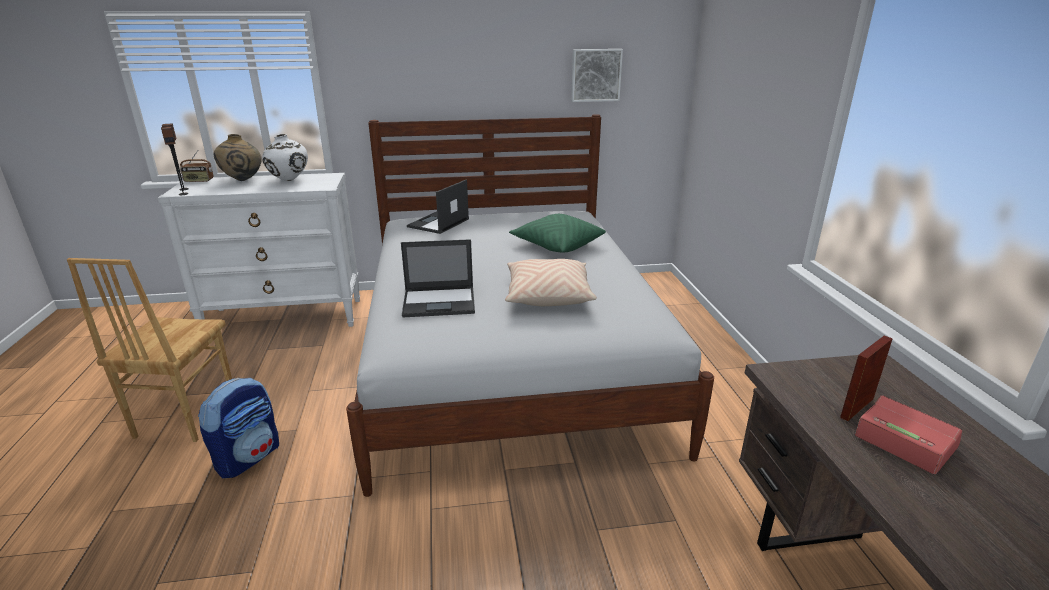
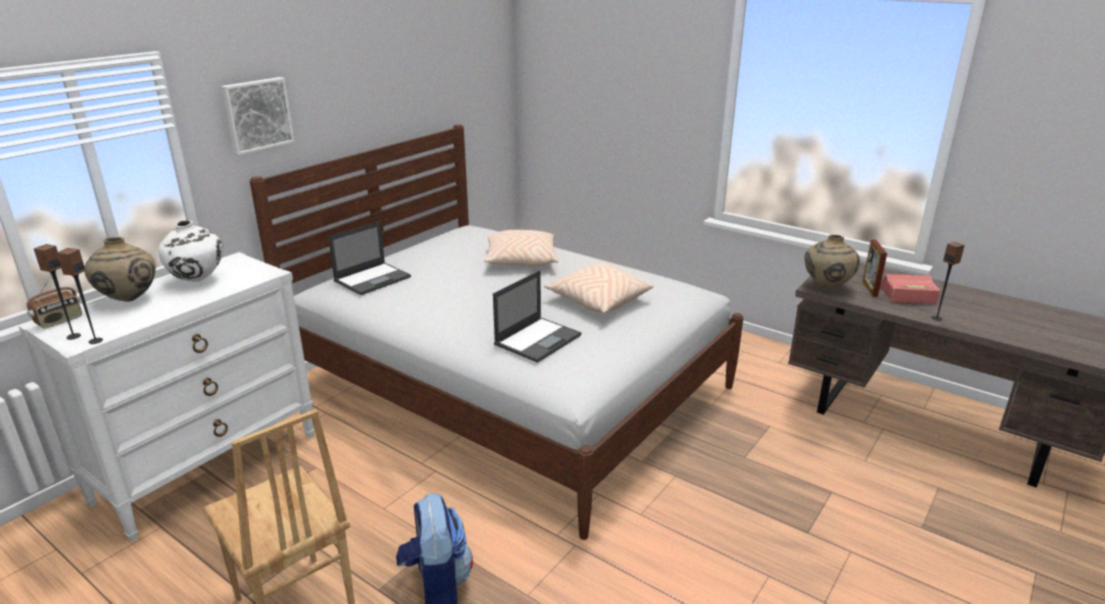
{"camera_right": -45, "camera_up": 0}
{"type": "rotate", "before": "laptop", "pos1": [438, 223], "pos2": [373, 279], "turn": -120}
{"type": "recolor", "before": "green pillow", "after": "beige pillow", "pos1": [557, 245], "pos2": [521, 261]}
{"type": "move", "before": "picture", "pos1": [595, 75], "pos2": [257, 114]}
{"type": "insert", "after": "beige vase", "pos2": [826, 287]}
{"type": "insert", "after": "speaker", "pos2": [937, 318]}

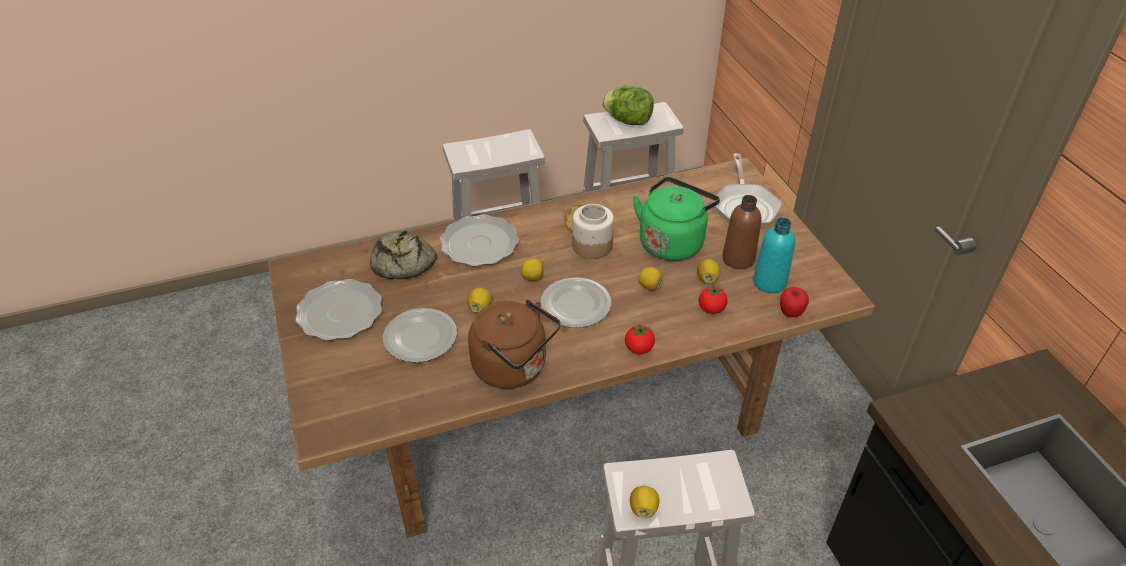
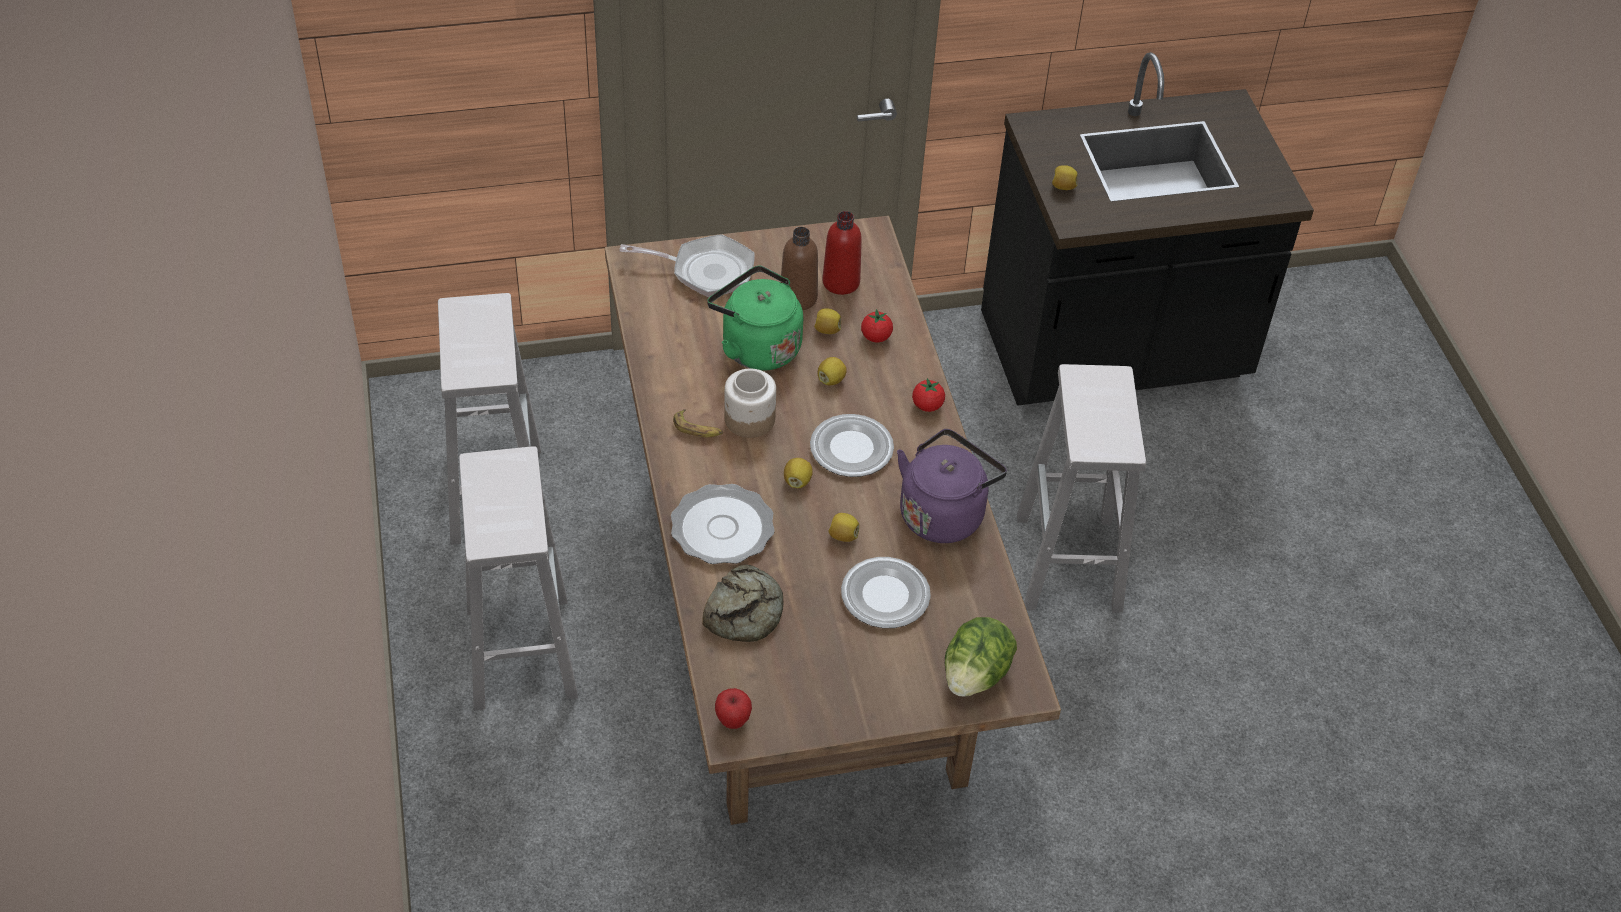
{"camera_right": -85, "camera_up": 5}
{"type": "delete", "before": "plate", "pos1": [339, 312]}
{"type": "recolor", "before": "brown kettle", "after": "purple kettle", "pos1": [514, 368], "pos2": [944, 513]}
{"type": "move", "before": "lettuce", "pos1": [628, 121], "pos2": [975, 675]}
{"type": "move", "before": "lemon", "pos1": [643, 508], "pos2": [1063, 187]}
{"type": "recolor", "before": "turquoise bottle", "after": "red bottle", "pos1": [769, 282], "pos2": [841, 282]}
{"type": "move", "before": "apple", "pos1": [790, 313], "pos2": [733, 720]}

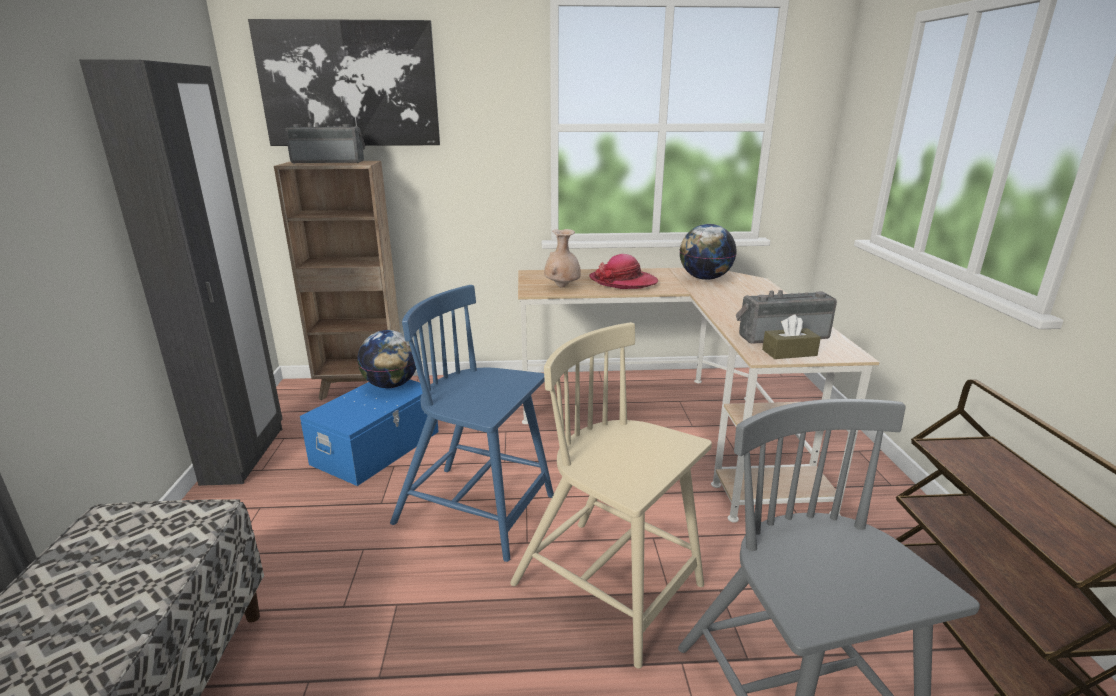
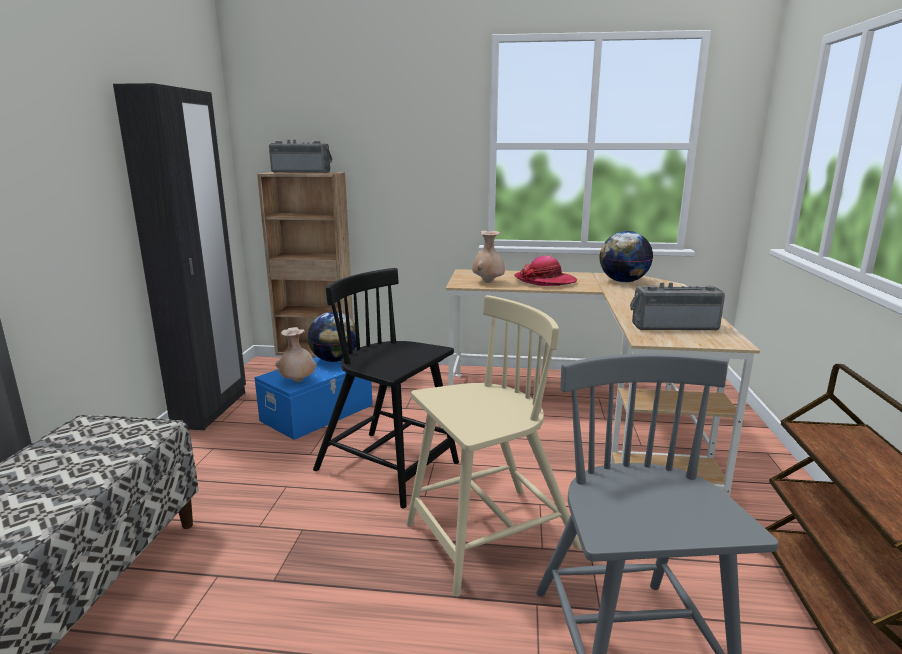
{"camera_right": 10, "camera_up": -5}
{"type": "delete", "before": "picture", "pos1": [349, 85]}
{"type": "recolor", "before": "blue chair", "after": "black chair", "pos1": [477, 511], "pos2": [389, 468]}
{"type": "rotate", "before": "beige chair", "pos1": [610, 587], "pos2": [488, 538], "turn": 105}
{"type": "delete", "before": "brown tissue box", "pos1": [789, 352]}
{"type": "insert", "after": "beige vase", "pos2": [298, 381]}

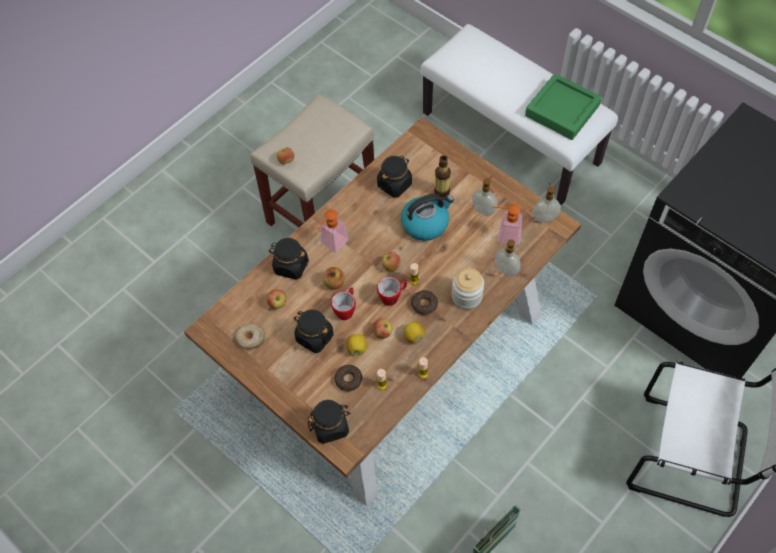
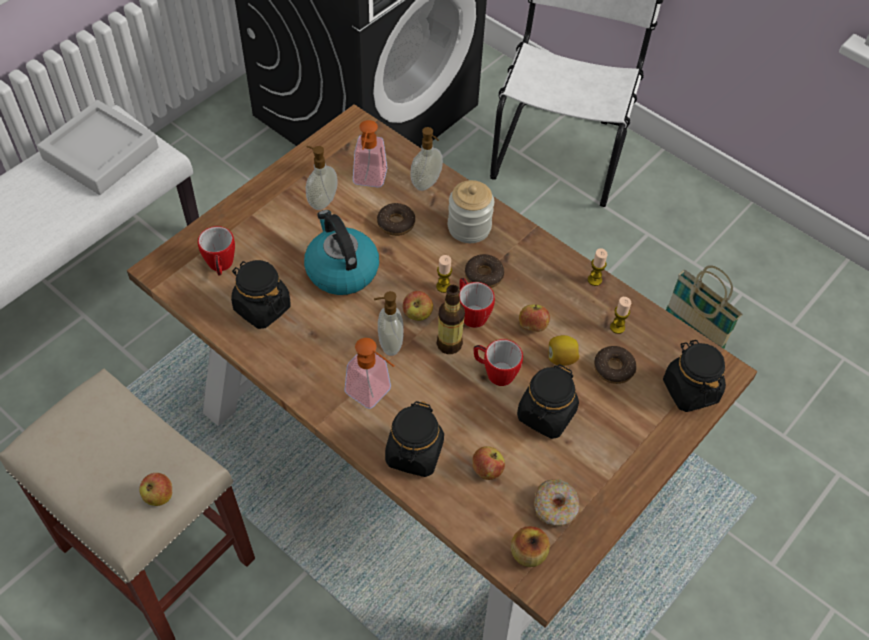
{"camera_right": -95, "camera_up": -5}
{"type": "move", "before": "apple", "pos1": [334, 283], "pos2": [528, 553]}
{"type": "delete", "before": "lemon", "pos1": [414, 336]}
{"type": "move", "before": "bottle", "pos1": [441, 192], "pos2": [449, 344]}
{"type": "recolor", "before": "green tray", "after": "grey tray", "pos1": [562, 110], "pos2": [101, 153]}
{"type": "move", "before": "soap dispenser", "pos1": [544, 217], "pos2": [389, 344]}
{"type": "insert", "after": "mug", "pos2": [220, 266]}
{"type": "insert", "after": "donut", "pos2": [396, 223]}

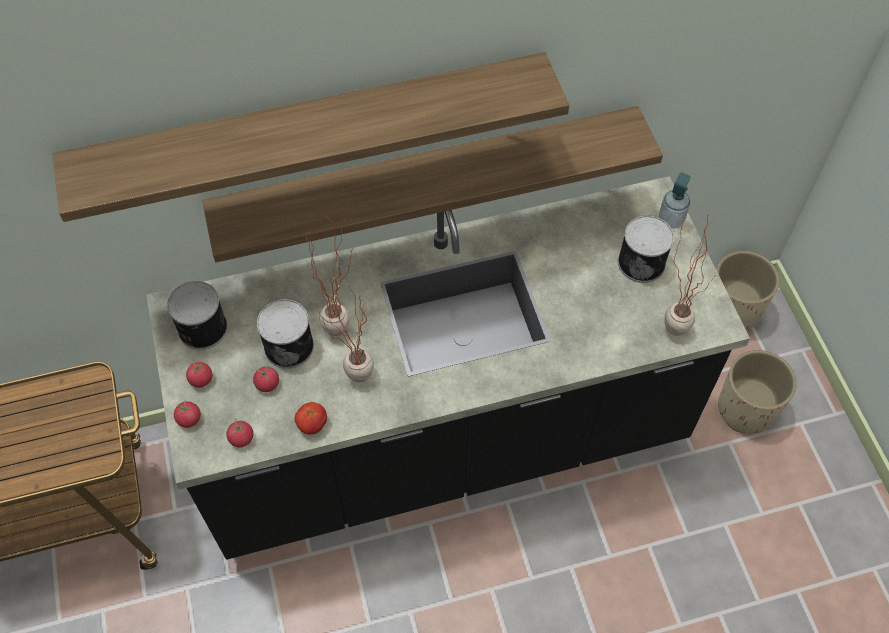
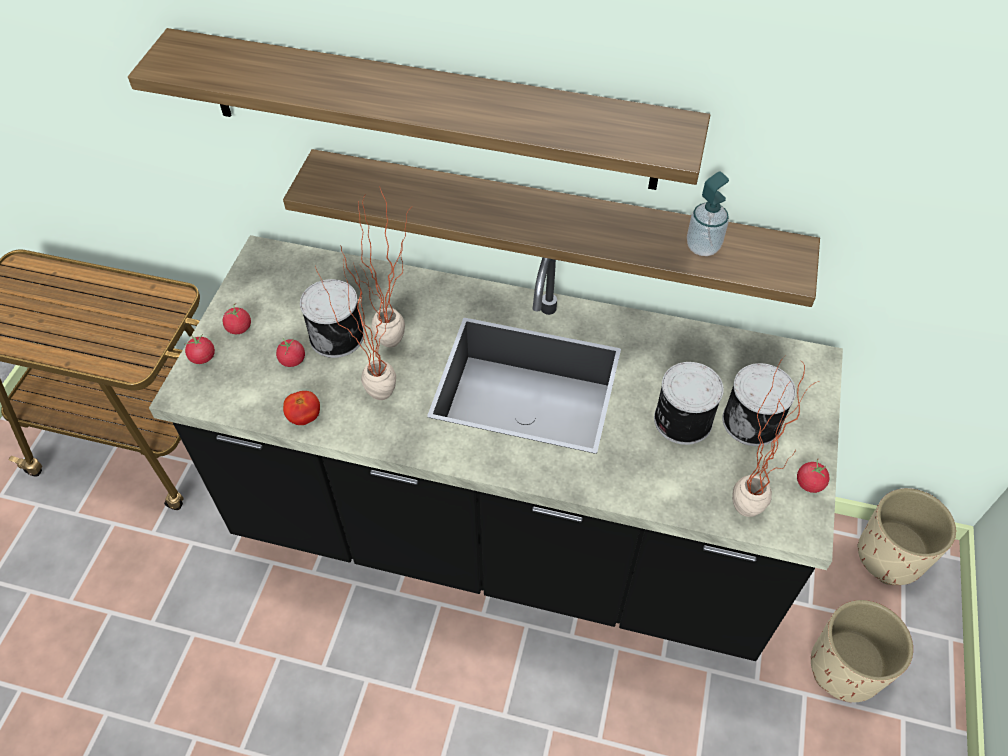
{"camera_right": 30, "camera_up": -5}
{"type": "move", "before": "can", "pos1": [201, 328], "pos2": [681, 420]}
{"type": "move", "before": "tomato", "pos1": [241, 438], "pos2": [809, 483]}
{"type": "move", "before": "soap dispenser", "pos1": [670, 220], "pos2": [703, 246]}

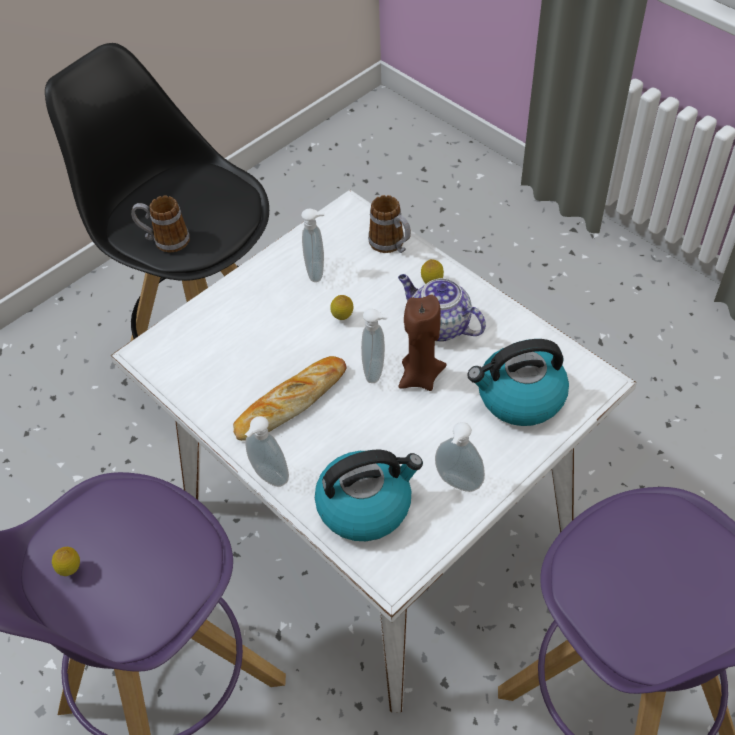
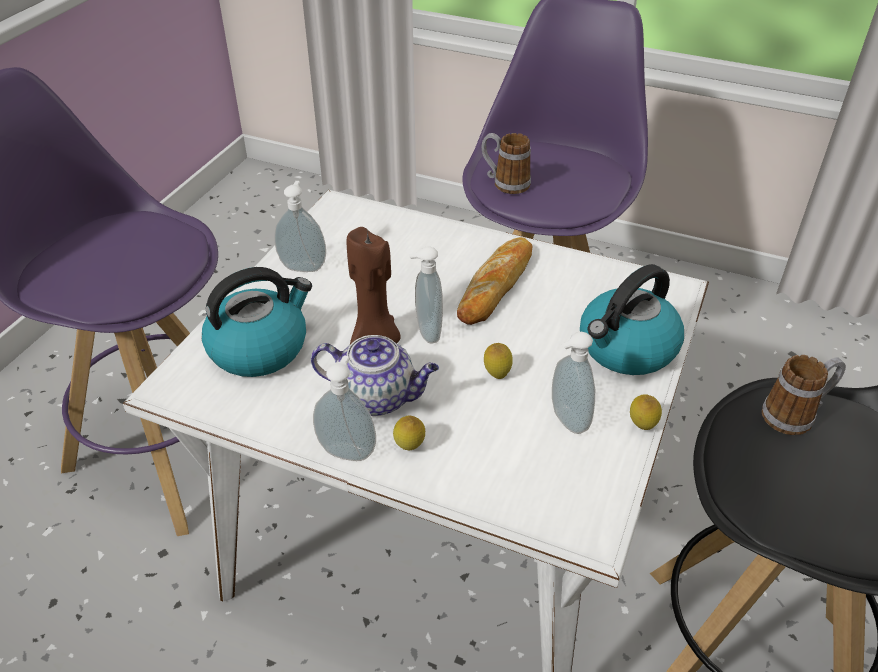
{"camera_right": 155, "camera_up": -10}
{"type": "move", "before": "lemon", "pos1": [71, 570], "pos2": [642, 426]}
{"type": "move", "before": "soap dispenser", "pos1": [268, 477], "pos2": [348, 450]}
{"type": "move", "before": "kettle", "pos1": [366, 505], "pos2": [626, 349]}
{"type": "move", "before": "mug", "pos1": [391, 245], "pos2": [505, 183]}

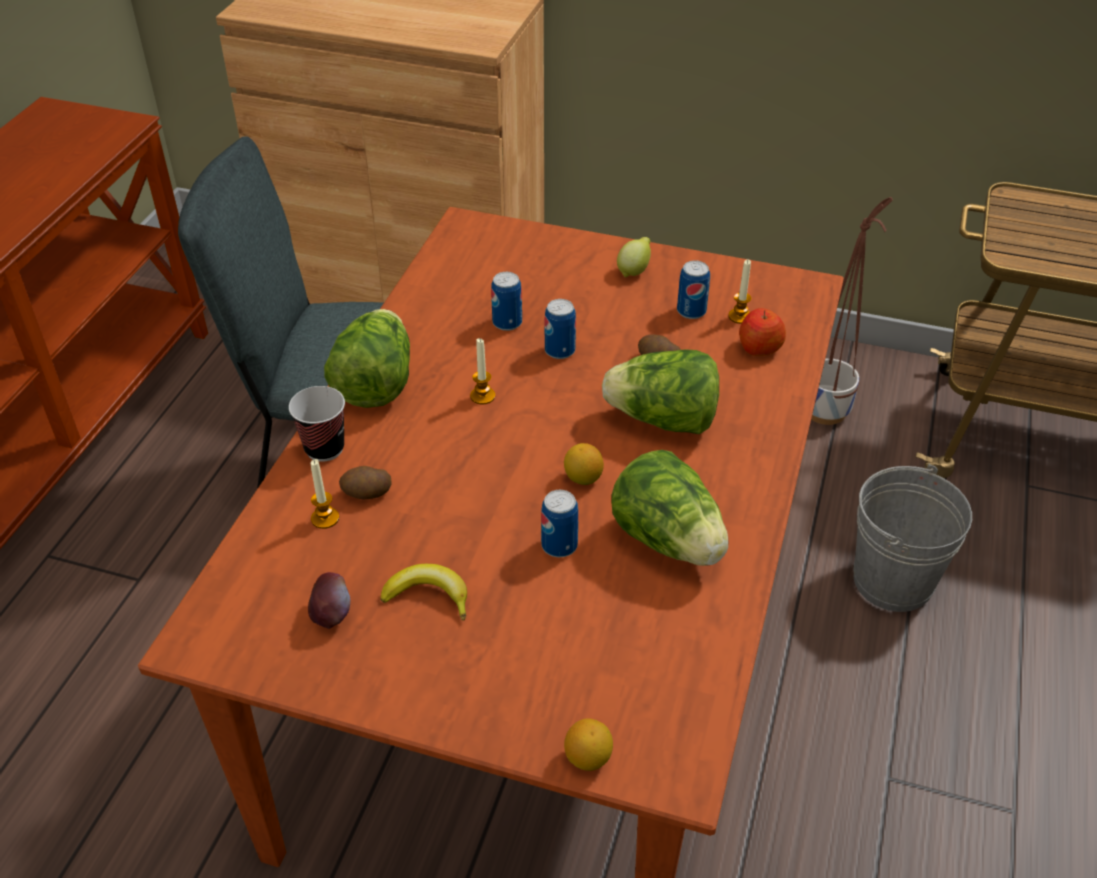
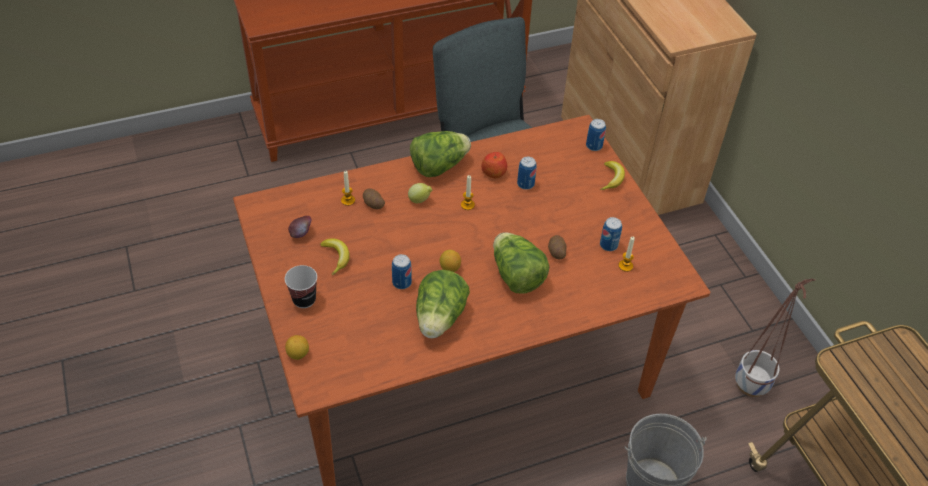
{"camera_right": 50, "camera_up": 5}
{"type": "move", "before": "cup", "pos1": [324, 448], "pos2": [304, 299]}
{"type": "move", "before": "can", "pos1": [560, 350], "pos2": [594, 146]}
{"type": "move", "before": "lemon", "pos1": [634, 271], "pos2": [420, 200]}
{"type": "move", "before": "apple", "pos1": [759, 347], "pos2": [494, 173]}
{"type": "insert", "after": "banana", "pos2": [612, 178]}

